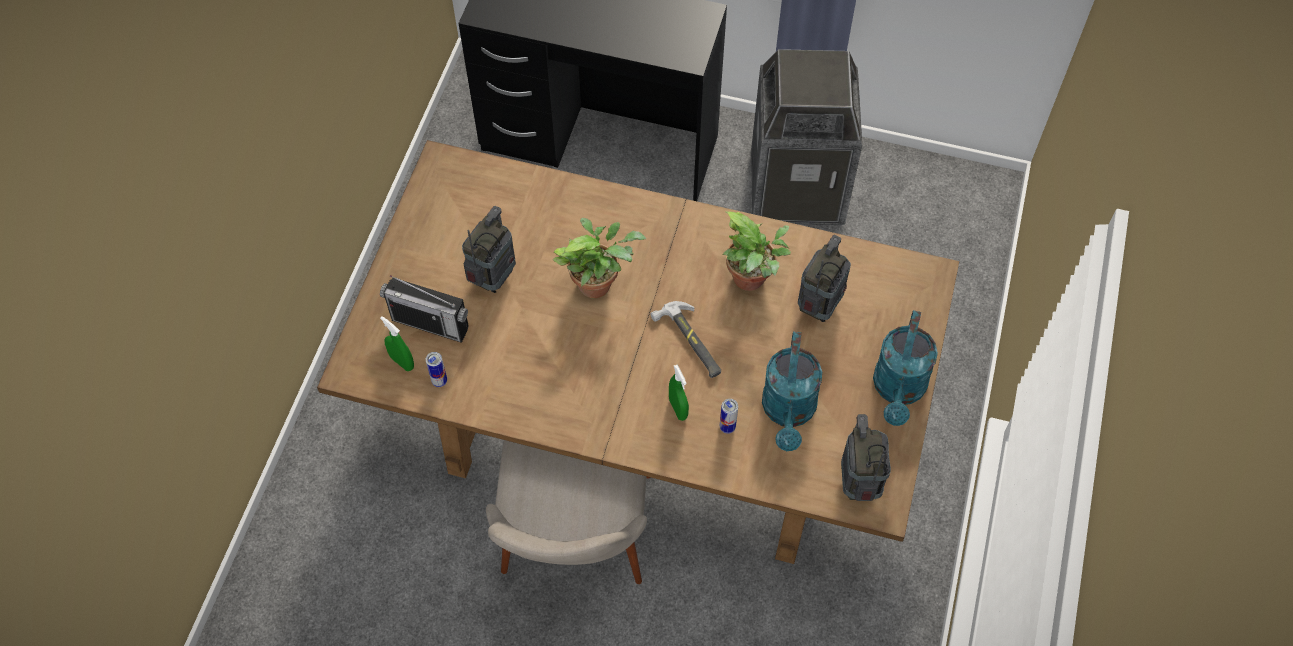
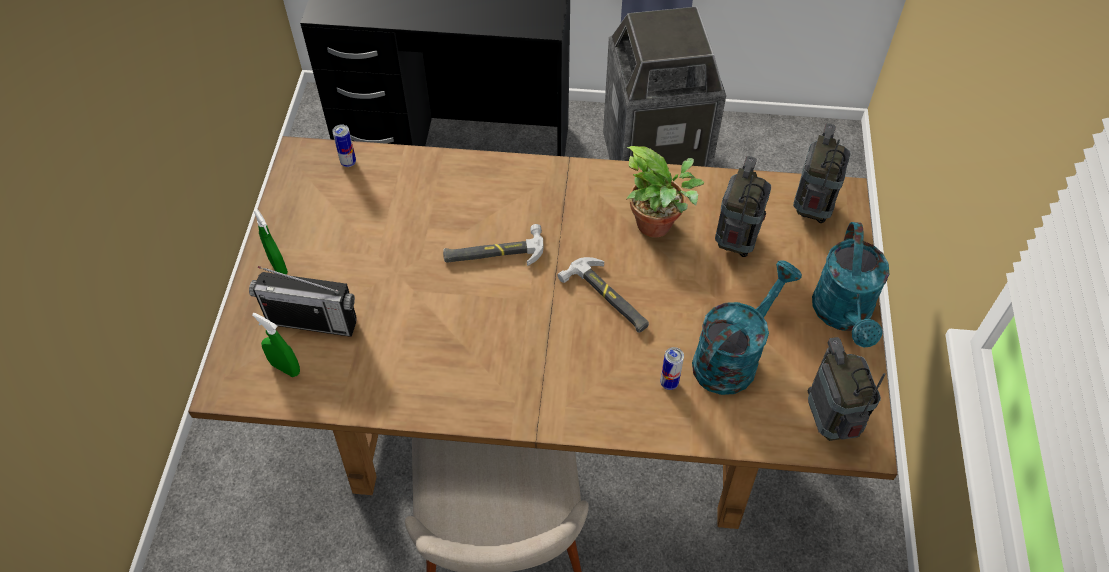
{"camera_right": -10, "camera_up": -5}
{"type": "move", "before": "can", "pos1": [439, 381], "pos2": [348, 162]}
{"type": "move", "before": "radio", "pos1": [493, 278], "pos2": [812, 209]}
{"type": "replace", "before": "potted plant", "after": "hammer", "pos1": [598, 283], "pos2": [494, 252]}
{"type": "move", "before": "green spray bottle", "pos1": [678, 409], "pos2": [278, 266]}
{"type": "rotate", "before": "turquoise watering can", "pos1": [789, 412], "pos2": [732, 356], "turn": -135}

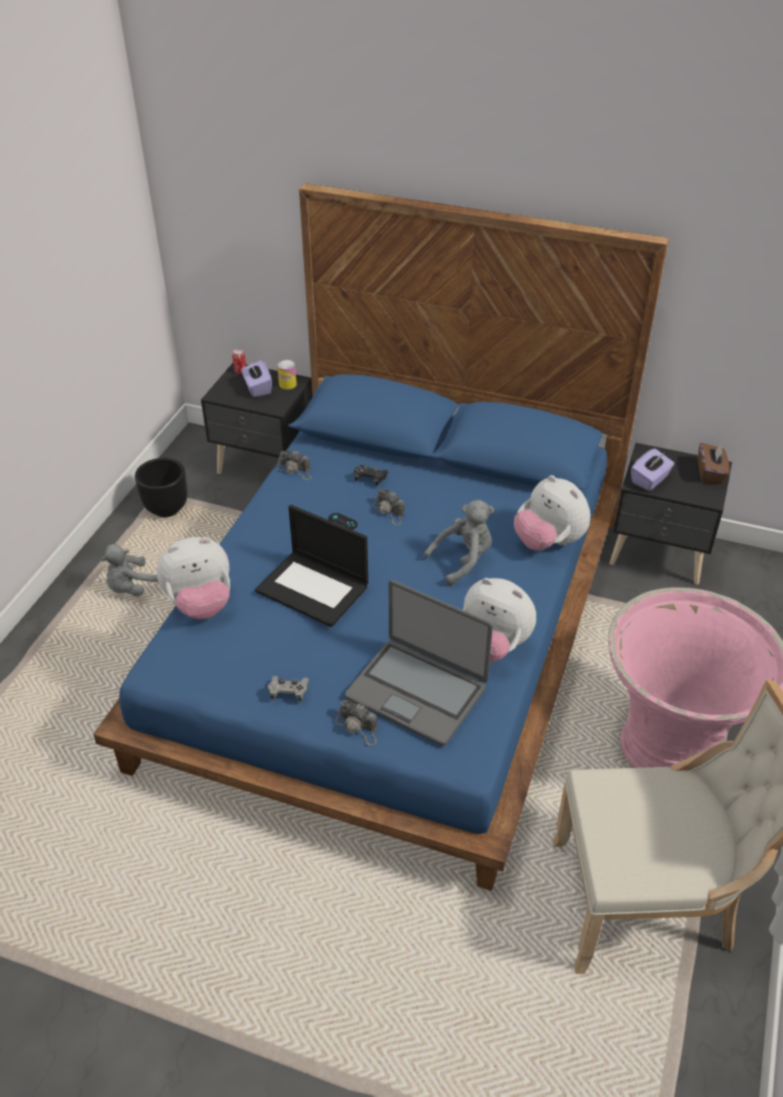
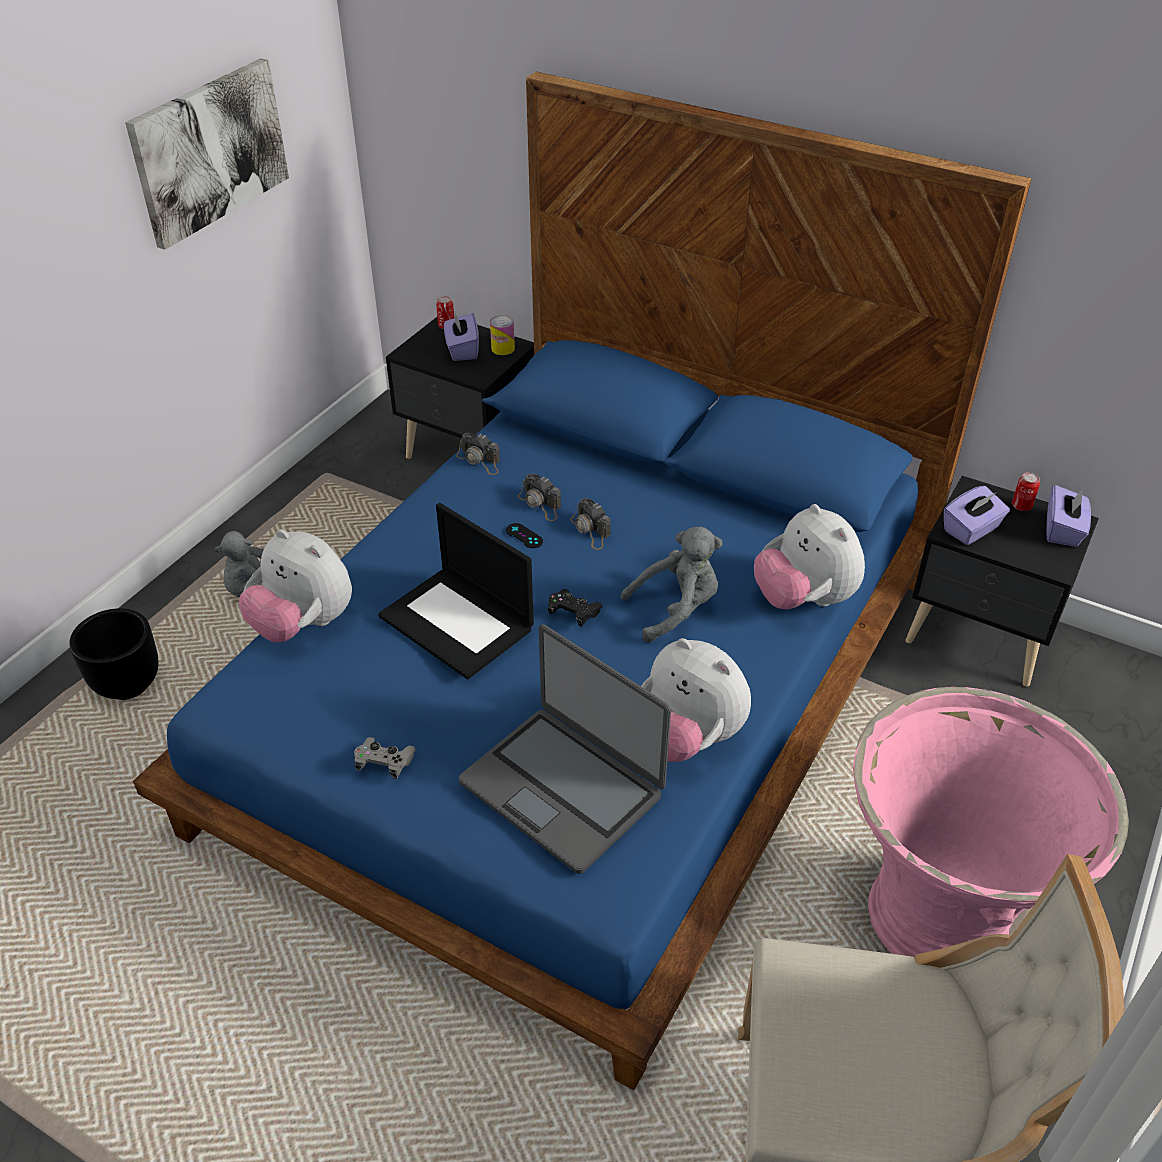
{"camera_right": 10, "camera_up": 0}
{"type": "move", "before": "black planter", "pos1": [167, 509], "pos2": [129, 685]}
{"type": "rotate", "before": "plush toy", "pos1": [200, 604], "pos2": [303, 624], "turn": 45}
{"type": "move", "before": "photo camera", "pos1": [358, 727], "pos2": [540, 504]}
{"type": "move", "before": "black game controller", "pos1": [370, 479], "pos2": [573, 613]}
{"type": "recolor", "before": "brown tissue box", "after": "purple tissue box", "pos1": [710, 473], "pos2": [1063, 530]}
{"type": "insert", "after": "picture", "pos2": [209, 151]}
{"type": "insert", "after": "can", "pos2": [1021, 506]}

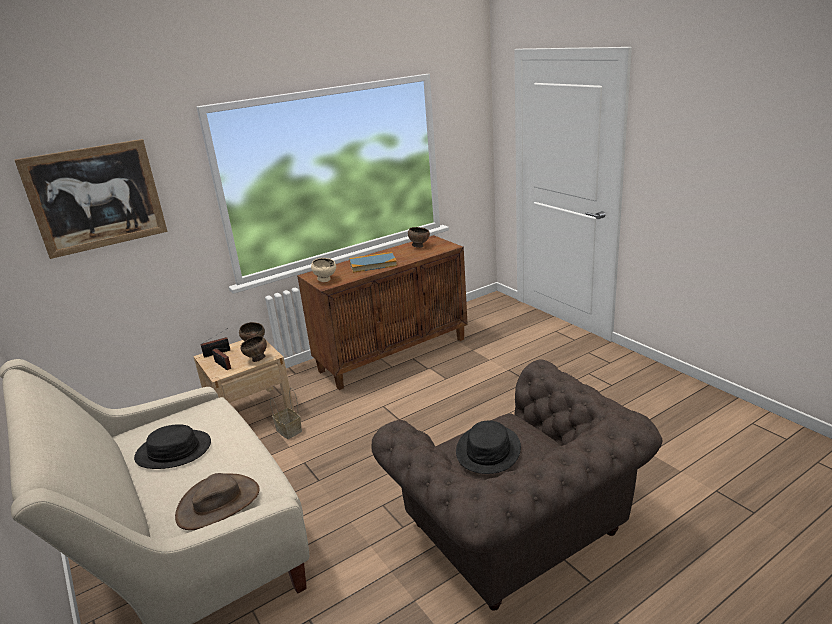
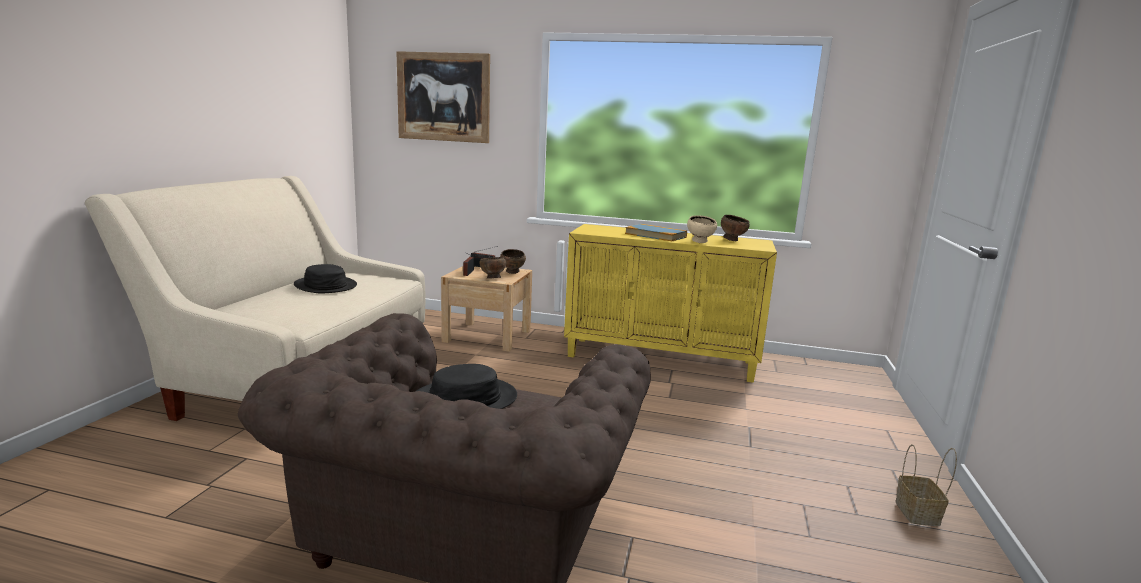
{"camera_right": 45, "camera_up": -10}
{"type": "delete", "before": "brown hat", "pos1": [218, 503]}
{"type": "move", "before": "basket", "pos1": [290, 431], "pos2": [918, 514]}
{"type": "recolor", "before": "brown cabinet", "after": "yellow cabinet", "pos1": [393, 354], "pos2": [661, 359]}
{"type": "move", "before": "beige bowl", "pos1": [325, 280], "pos2": [700, 242]}

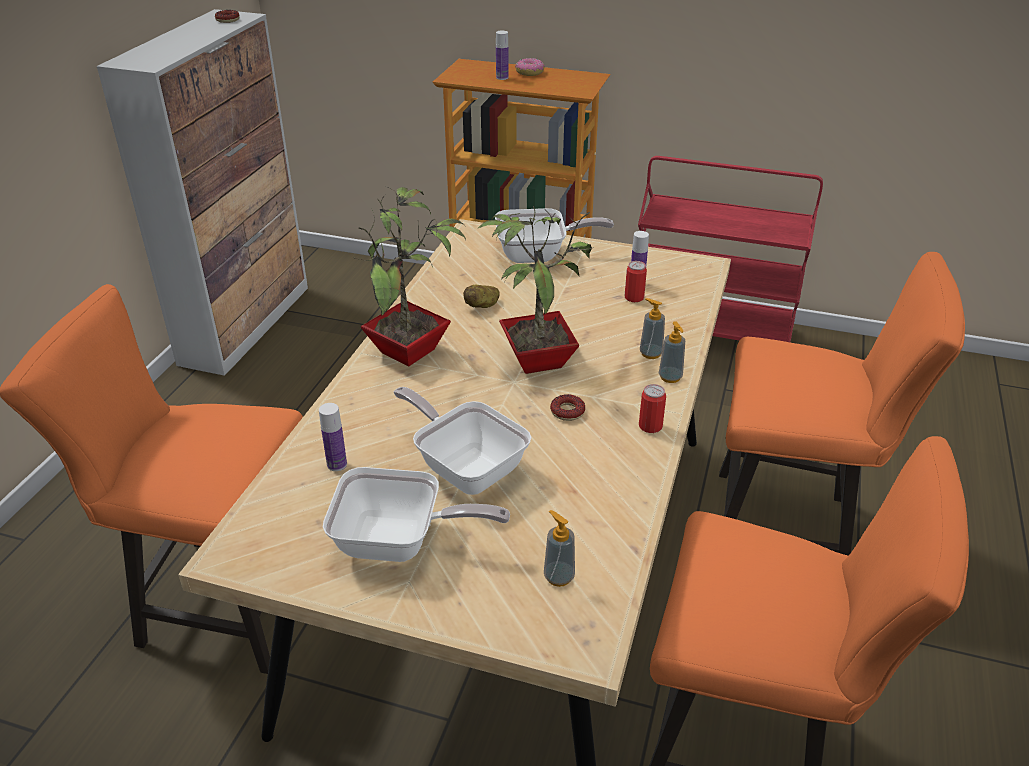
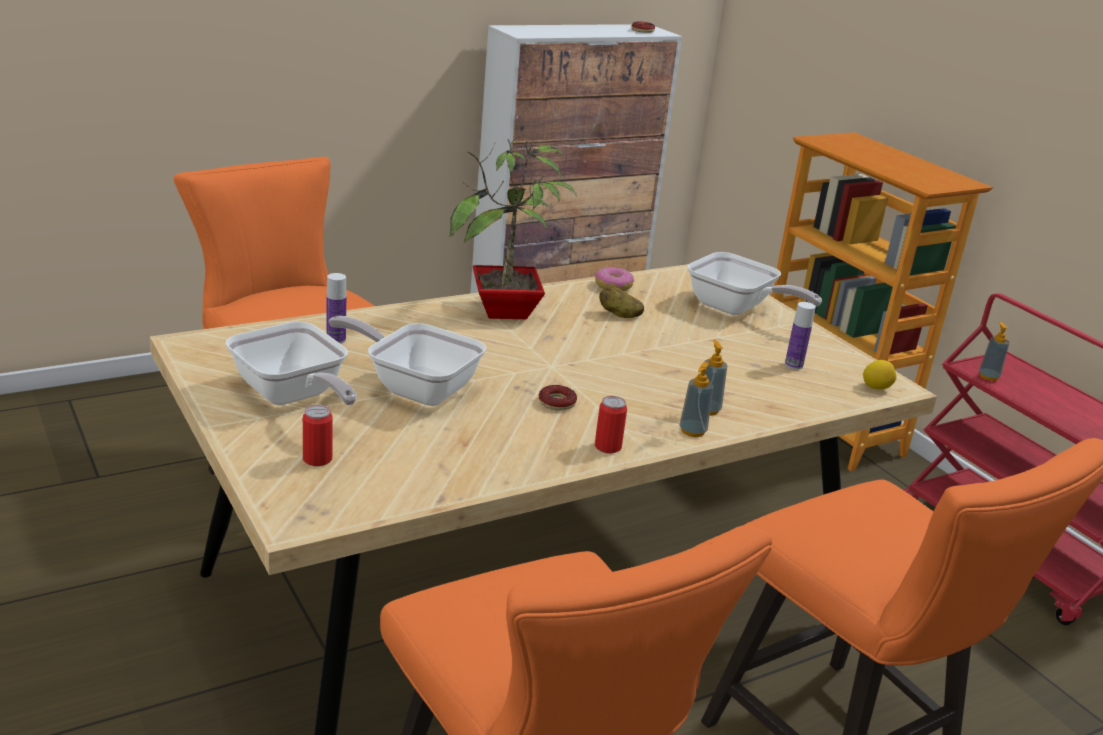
{"camera_right": 40, "camera_up": -10}
{"type": "rotate", "before": "frying pan", "pos1": [465, 467], "pos2": [415, 388], "turn": -60}
{"type": "delete", "before": "potted plant", "pos1": [536, 359]}
{"type": "delete", "before": "bottle", "pos1": [502, 77]}
{"type": "move", "before": "donut", "pos1": [530, 72], "pos2": [613, 286]}
{"type": "move", "before": "soap dispenser", "pos1": [559, 576], "pos2": [988, 376]}
{"type": "move", "before": "can", "pos1": [634, 297], "pos2": [317, 459]}
{"type": "insert", "after": "lemon", "pos2": [876, 387]}

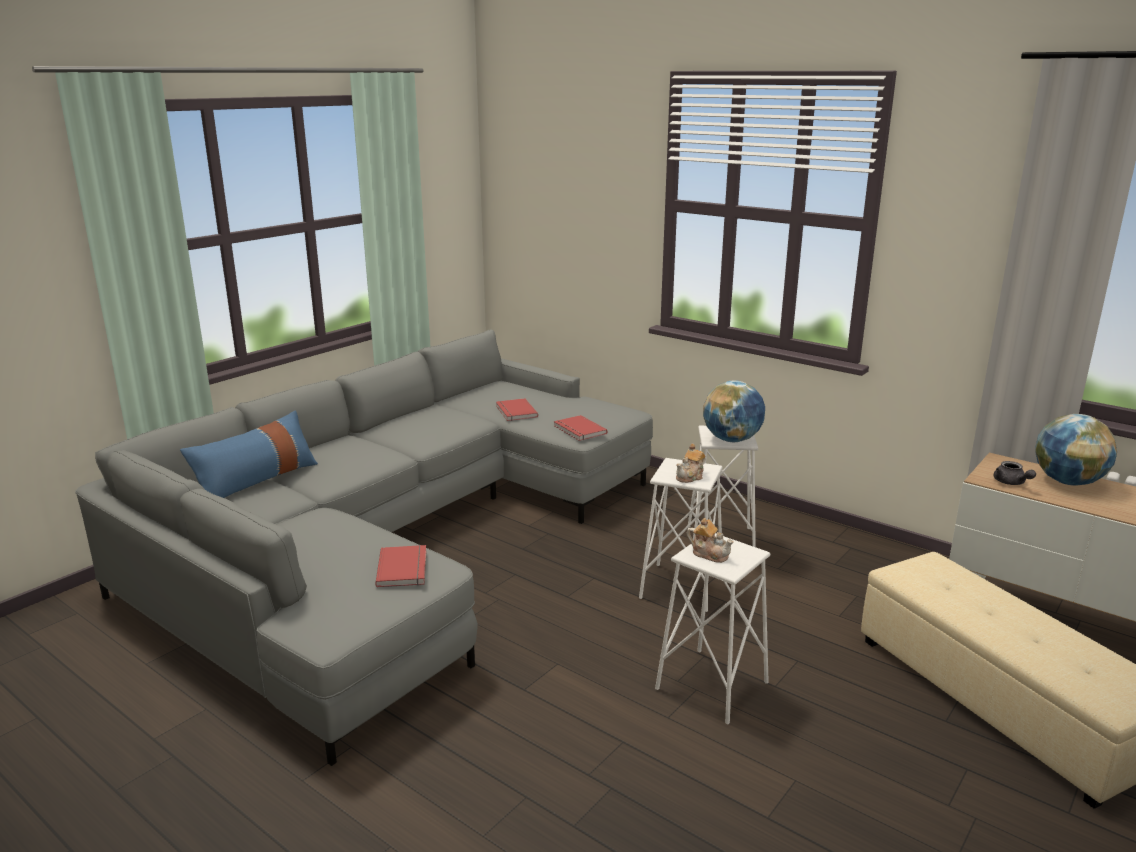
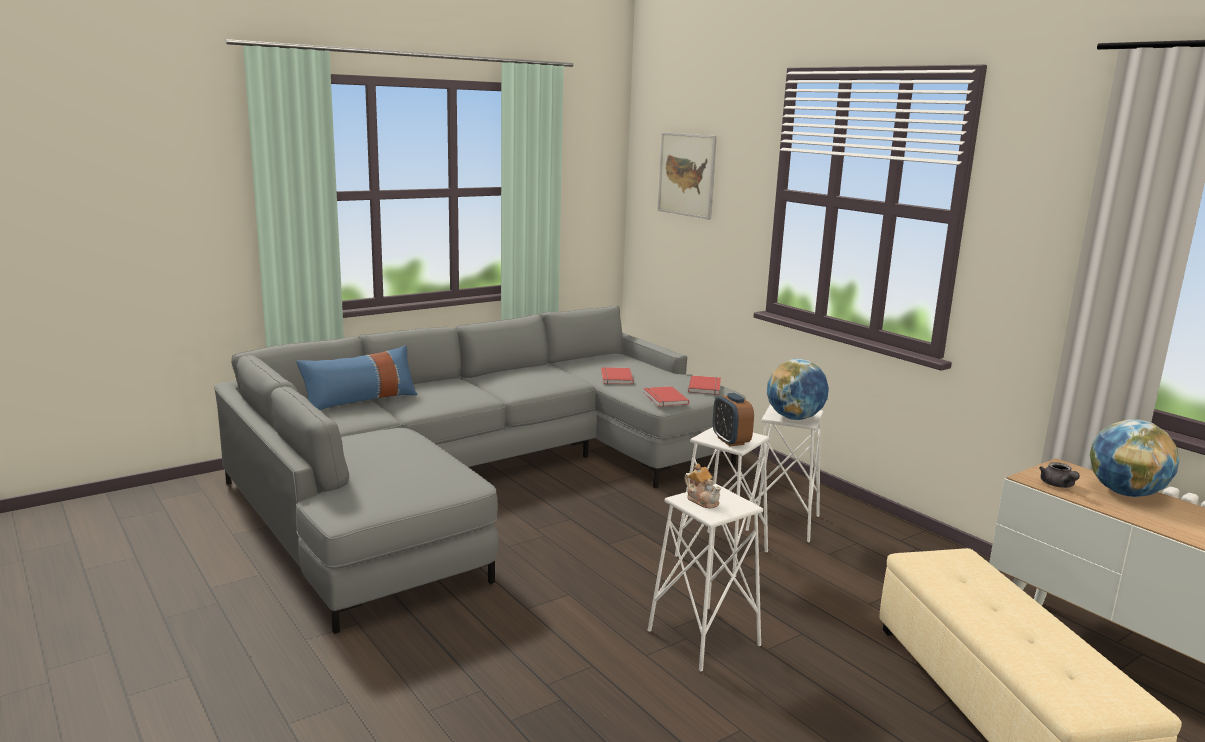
{"camera_right": 15, "camera_up": -5}
{"type": "move", "before": "red book", "pos1": [404, 568], "pos2": [706, 387]}
{"type": "replace", "before": "teapot", "after": "alarm clock", "pos1": [690, 477], "pos2": [730, 441]}
{"type": "insert", "after": "picture", "pos2": [686, 175]}

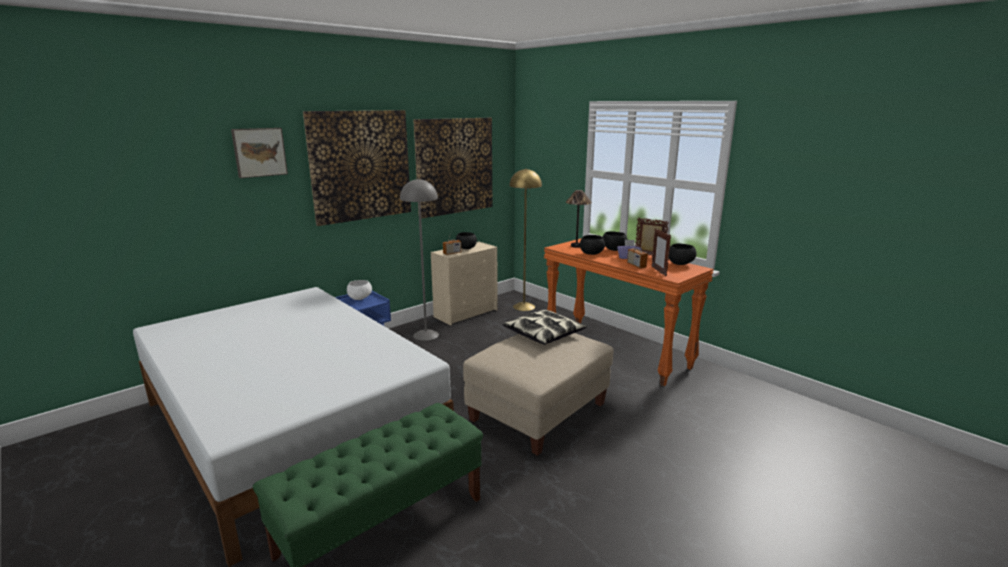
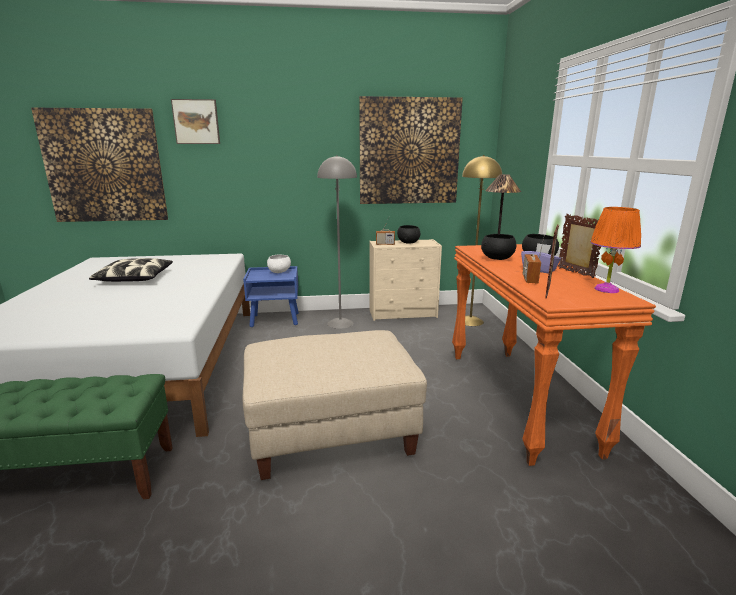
{"camera_right": 35, "camera_up": 0}
{"type": "move", "before": "picture", "pos1": [361, 166], "pos2": [104, 166]}
{"type": "move", "before": "pillow", "pos1": [544, 334], "pos2": [135, 278]}
{"type": "replace", "before": "black bowl", "after": "orange table lamp", "pos1": [681, 264], "pos2": [607, 289]}

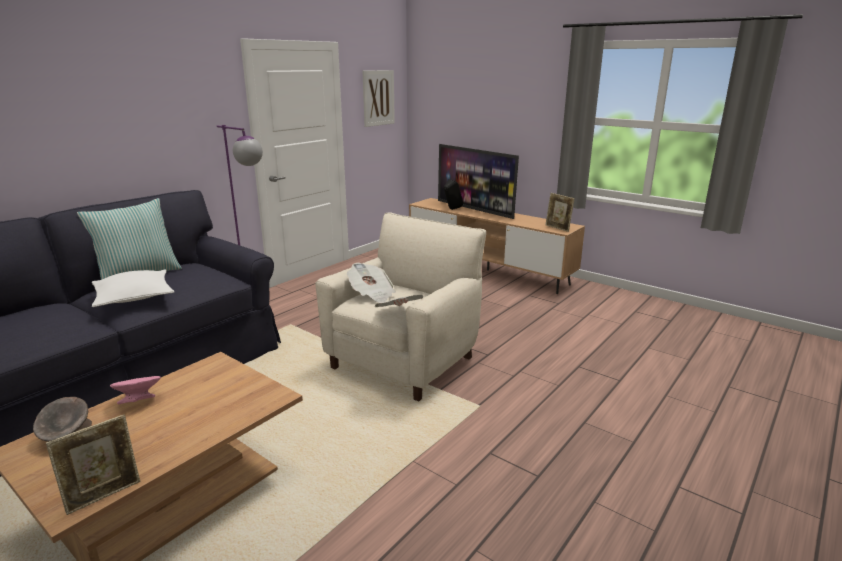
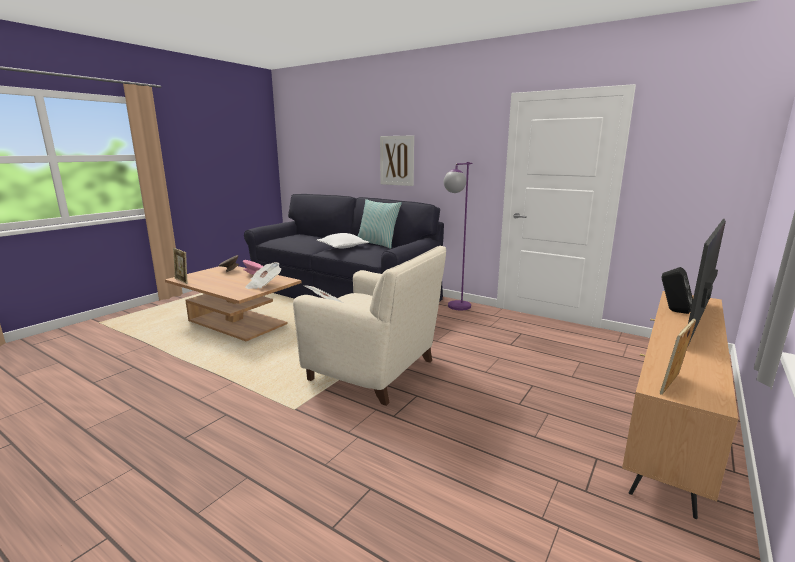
{"camera_right": 85, "camera_up": -5}
{"type": "move", "before": "newspaper", "pos1": [372, 294], "pos2": [263, 285]}
{"type": "move", "before": "picture", "pos1": [378, 98], "pos2": [397, 160]}

